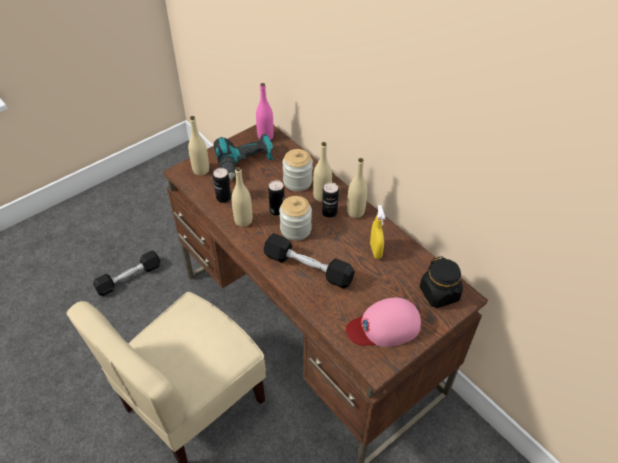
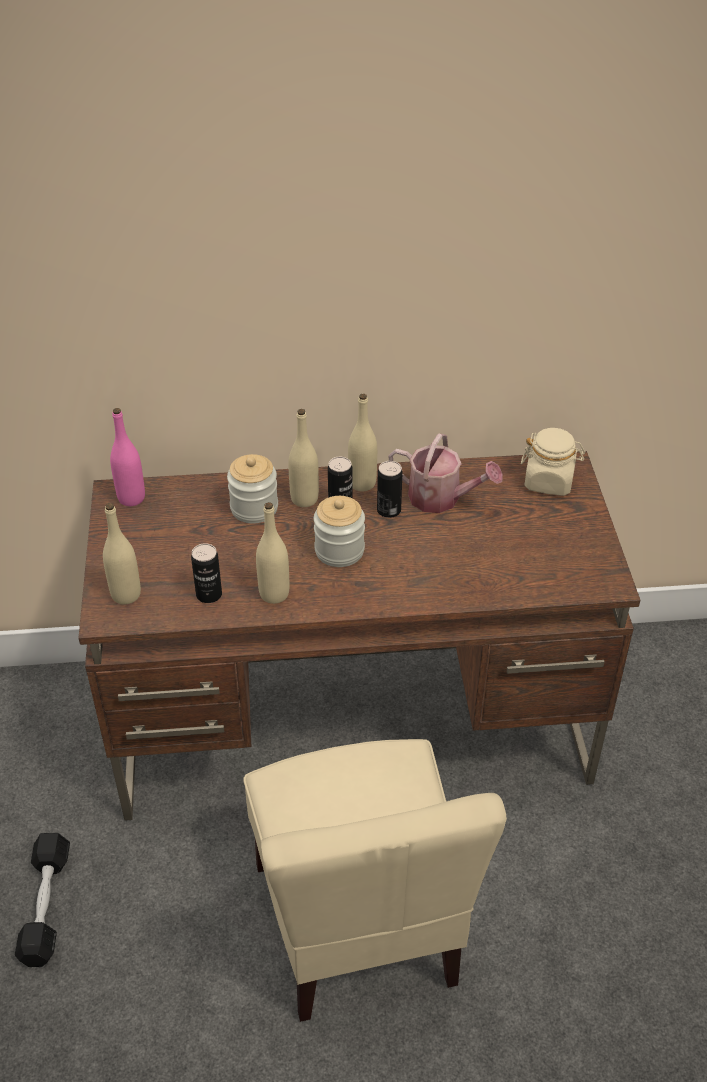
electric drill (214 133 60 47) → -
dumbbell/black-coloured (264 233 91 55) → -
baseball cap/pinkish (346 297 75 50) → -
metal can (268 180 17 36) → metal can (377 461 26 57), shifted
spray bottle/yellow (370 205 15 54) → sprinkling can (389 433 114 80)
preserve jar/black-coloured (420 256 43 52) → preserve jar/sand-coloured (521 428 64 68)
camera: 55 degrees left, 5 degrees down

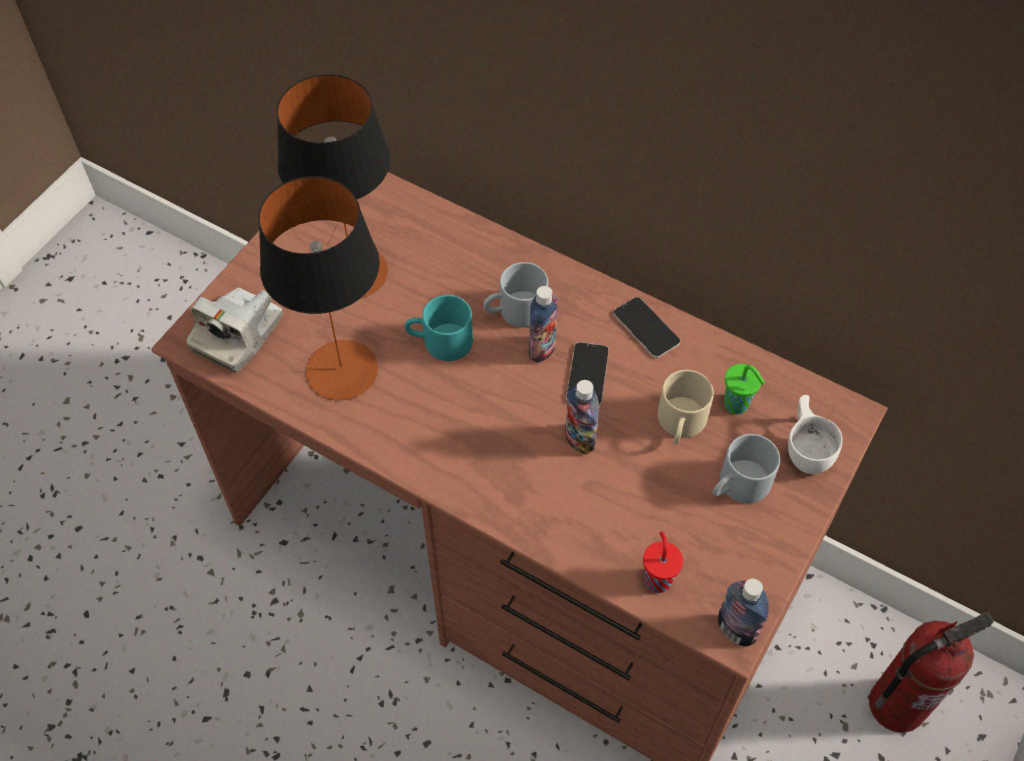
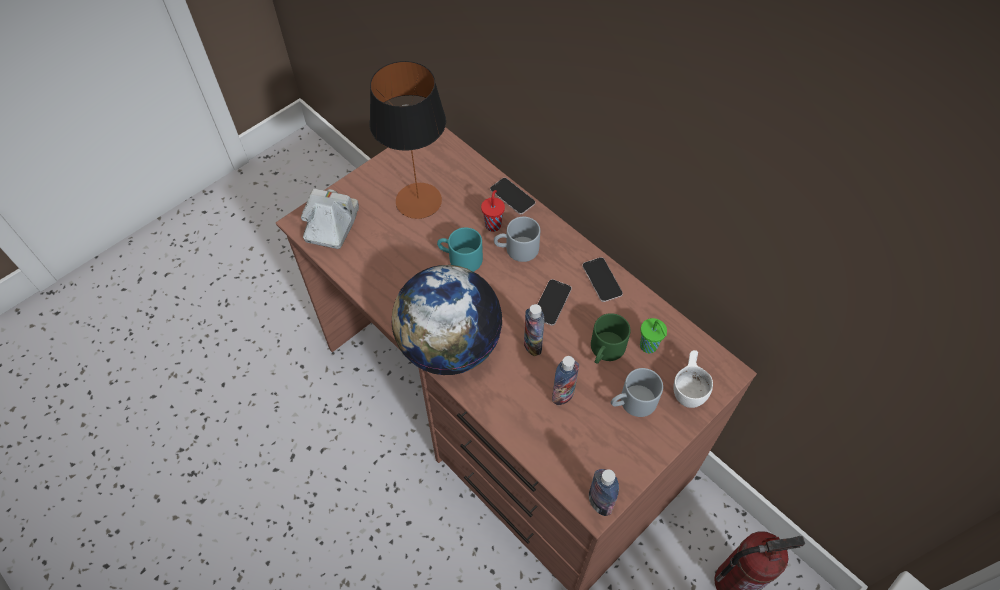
tabletop lamp (258 176 122 224) → -
- → desk globe (391 265 112 110)
- → handset (490 178 45 36)
bottle (529 286 29 77) → bottle (552 356 27 49), shifted
cup/red-coloured (643 531 40 62) → cup/red-coloured (481 190 24 42), shifted
coffee mug/sand-coloured (658 370 56 74) → coffee mug/green (591 313 39 51)
still camera (186 288 97 85) → still camera (301 189 58 60), 150 degrees clockwise
camera: 15 degrees right, 0 degrees up

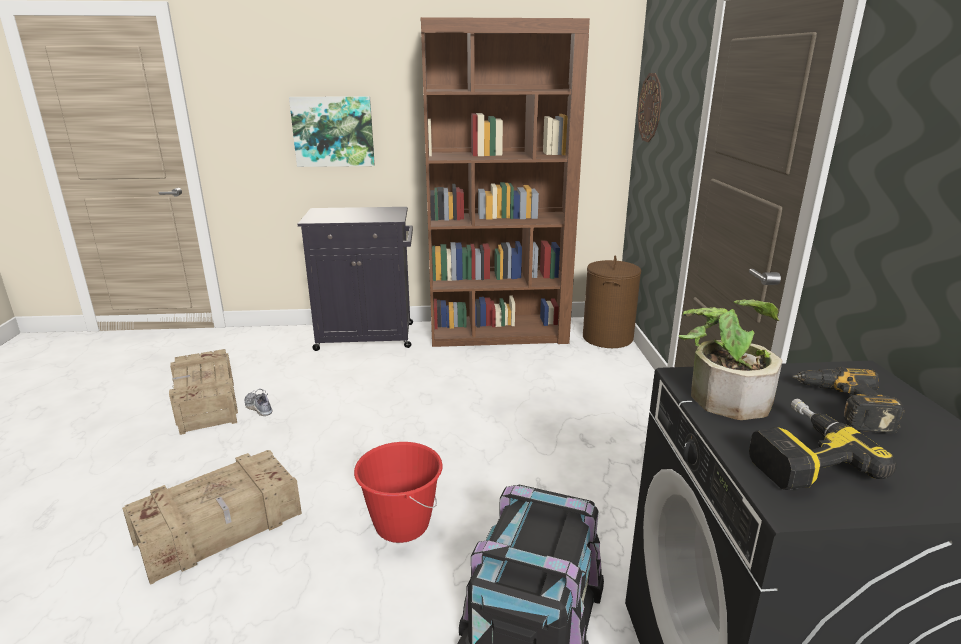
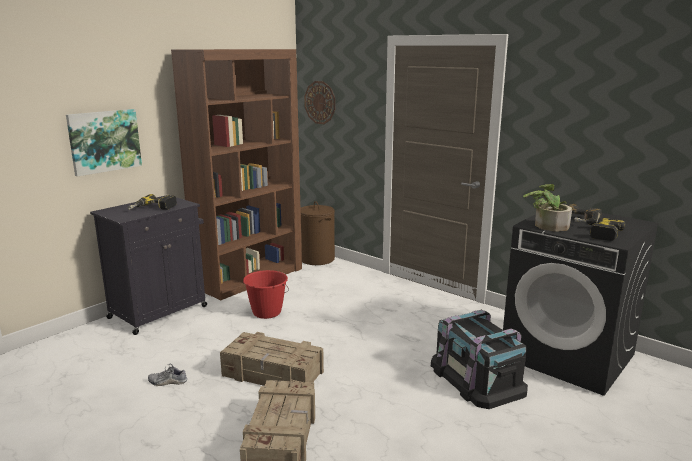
- → electric drill (128 194 49 16)
crate (169 349 69 86) → crate (220 332 104 54), shifted
pail/red-coloured (354 442 89 101) → pail/red-coloured (243 270 46 49), shifted
camera: 45 degrees left, 5 degrees down

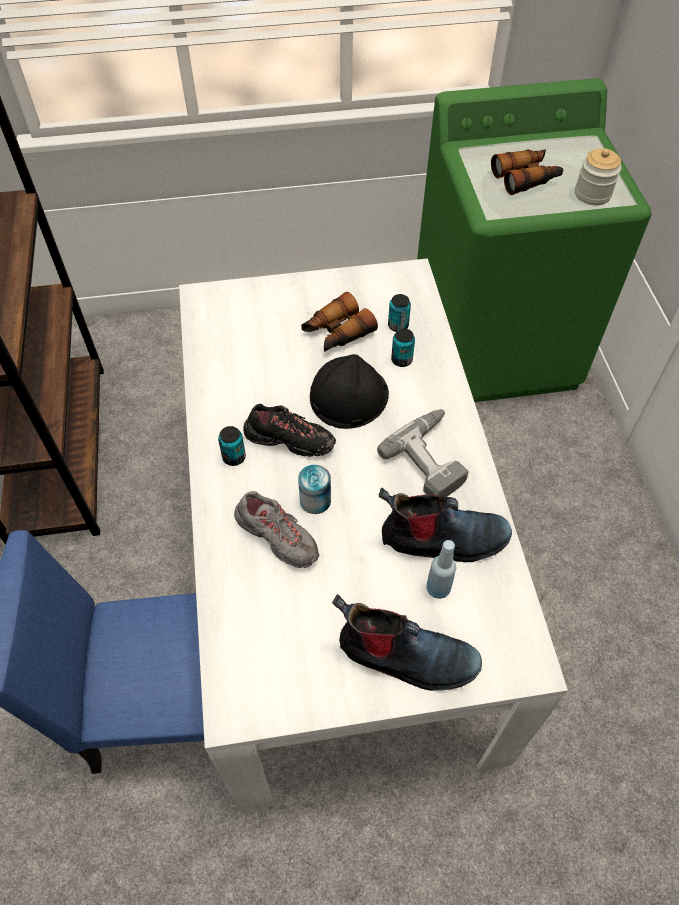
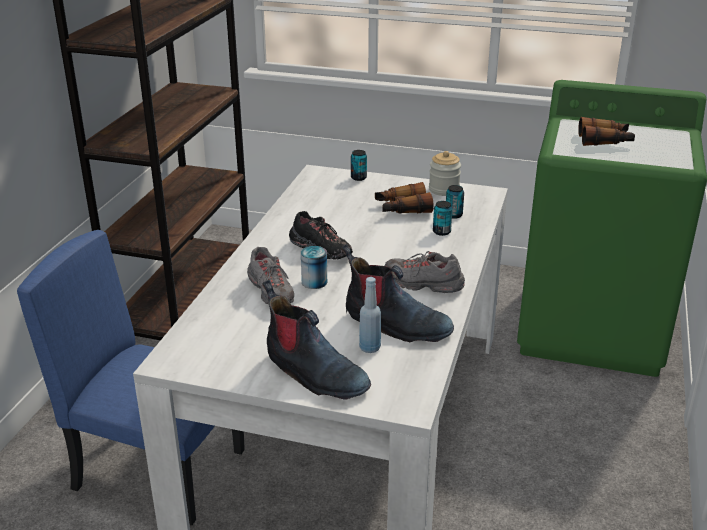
work helmet/black-coloured (310 354 79 75) → -
metal can (218 426 28 40) → metal can (351 150 16 31), shifted
preserve jar (575 148 46 57) → preserve jar (429 151 32 45), shifted
electric drill (377 409 92 88) → low shoe/grey (385 251 80 42)
camera: 25 degrees right, 25 degrees down

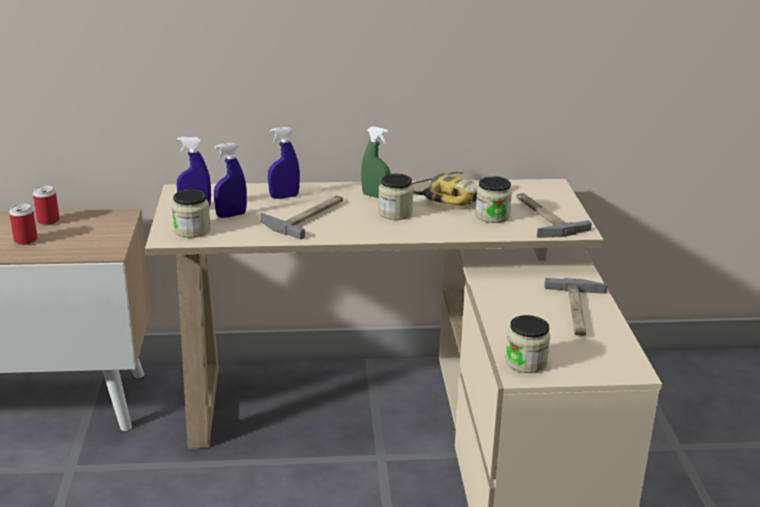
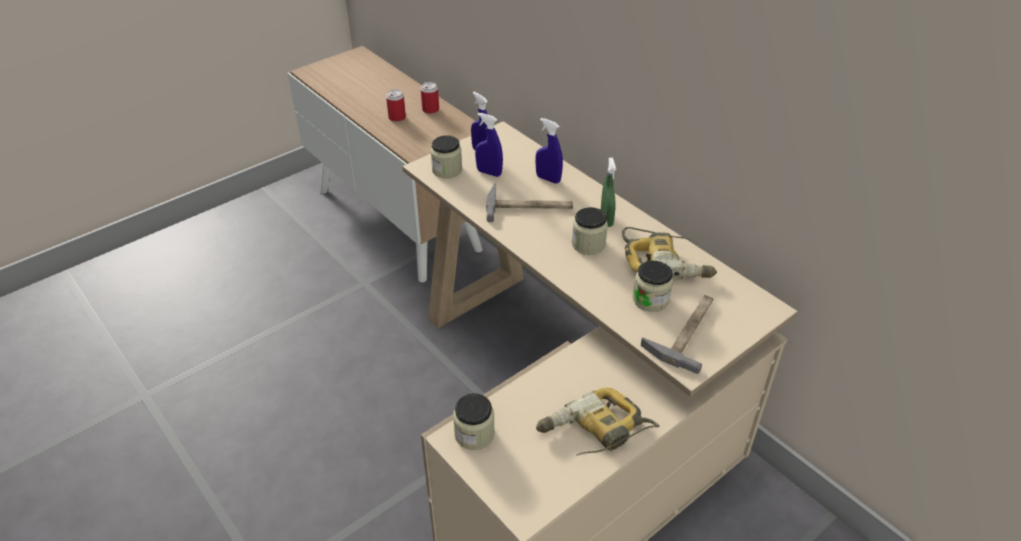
hammer (544 278 63 58) → electric drill (536 388 123 68)
camera: 55 degrees right, 15 degrees up

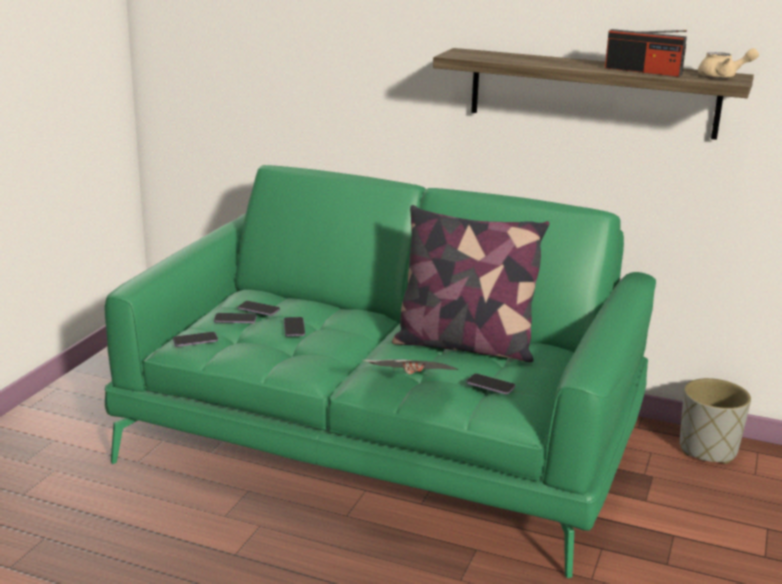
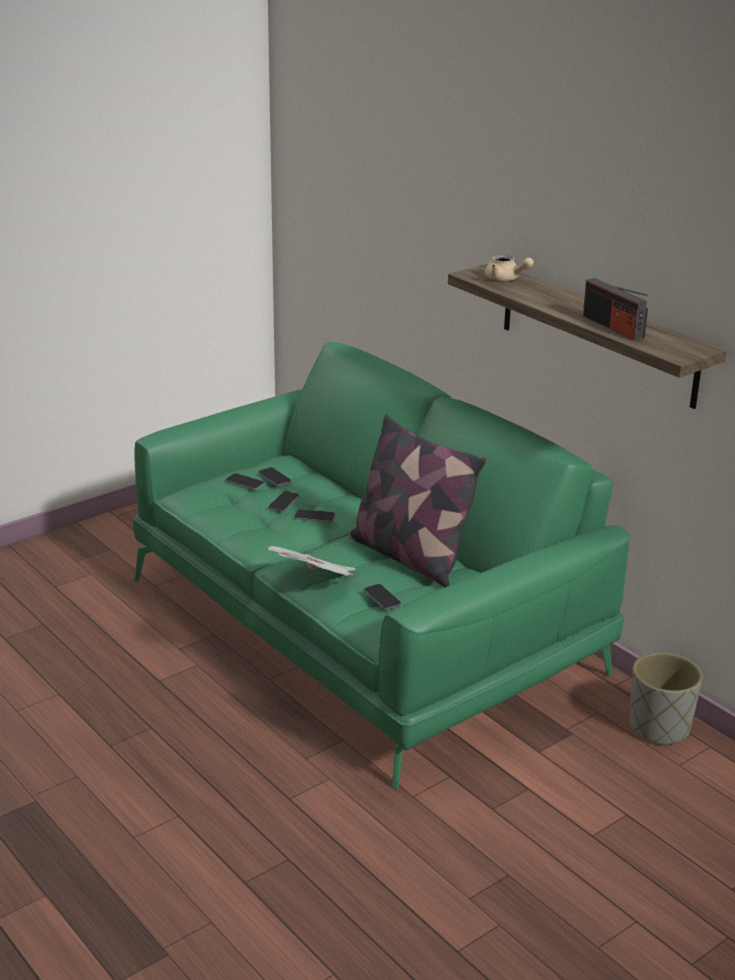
handset (173 332 45 15) → handset (294 509 41 13), shifted
tea pot/sand-coloured (698 48 61 31) → tea pot/sand-coloured (485 255 49 26), shifted
camera: 30 degrees right, 5 degrees up

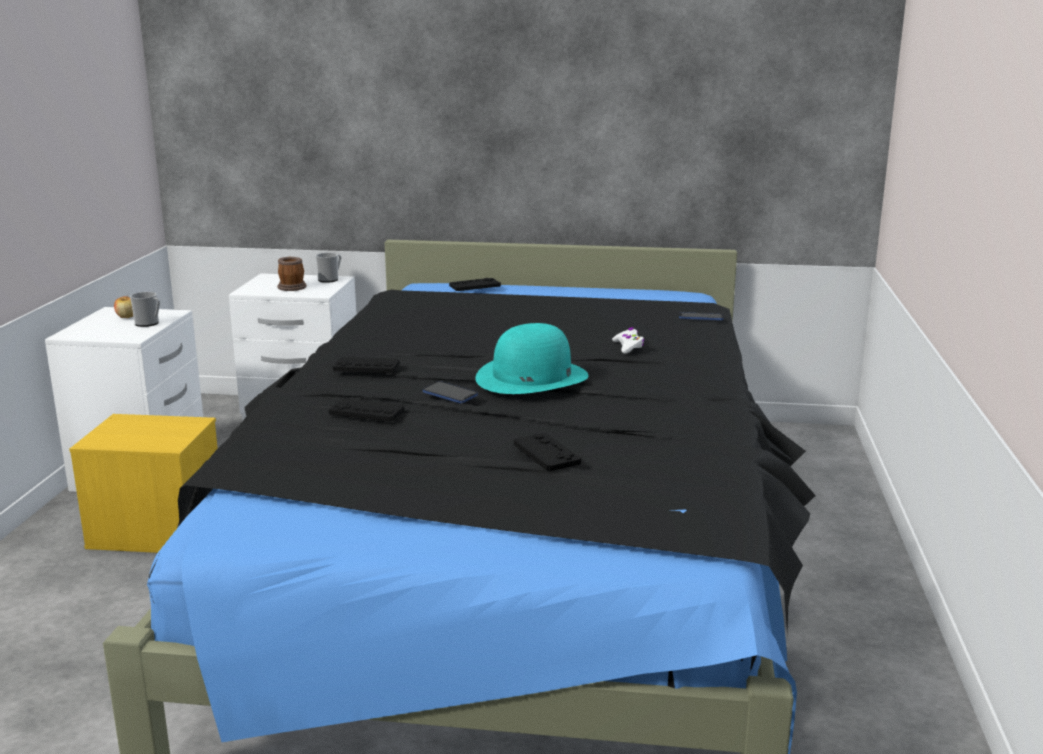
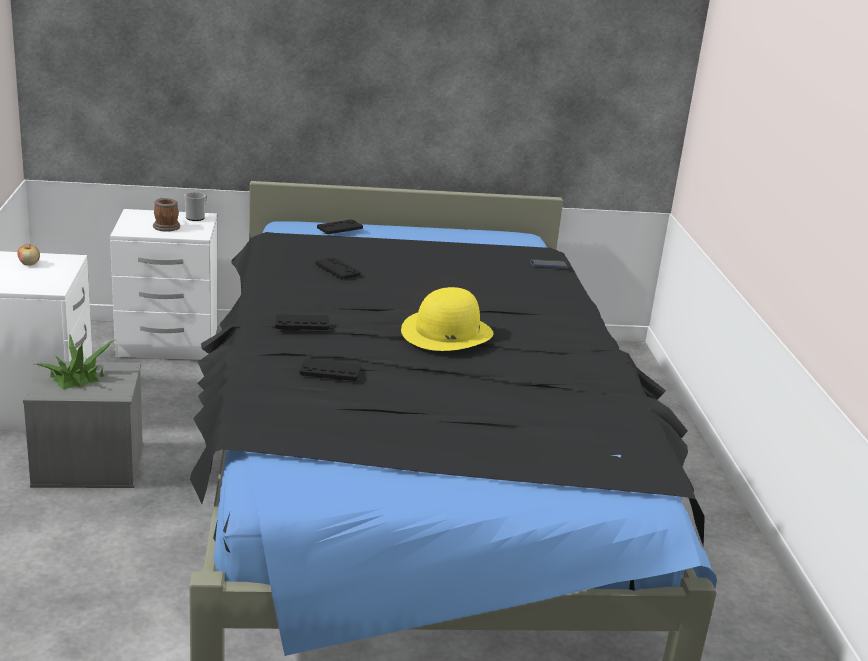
coffee mug (130 292 30 35) → -
handset (423 381 55 22) → -
gamepad/whitish (612 328 32 26) → -
- → potted plant (33 335 82 55)
gamepad/black-coloured (514 433 67 38) → gamepad/black-coloured (315 257 45 22), shifted
storage box/yellow (69 414 149 139) → storage box/grey (23 361 121 127)
clothing hat/turquoise-coloured (475 323 114 71) → clothing hat/yellow (401 287 92 64)
camera: 15 degrees left, 5 degrees up

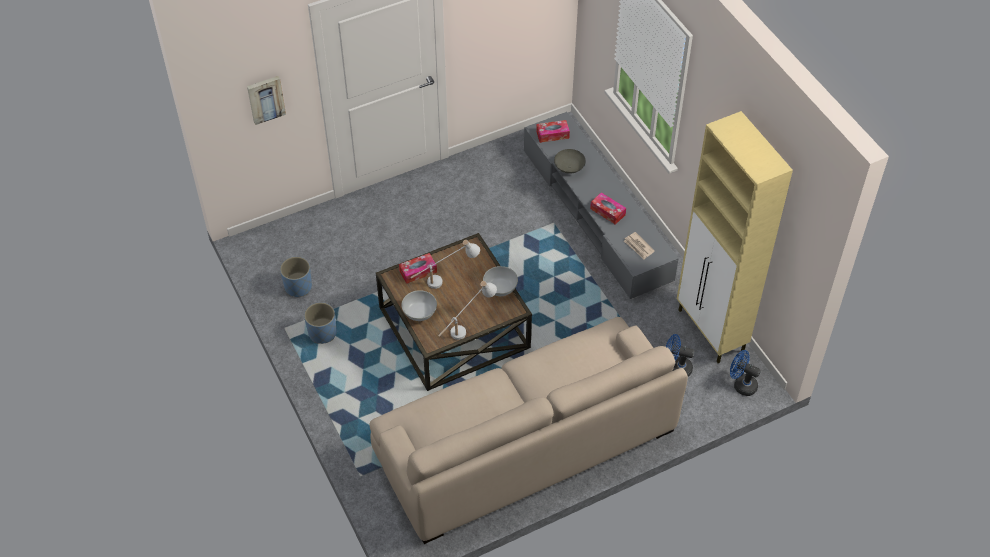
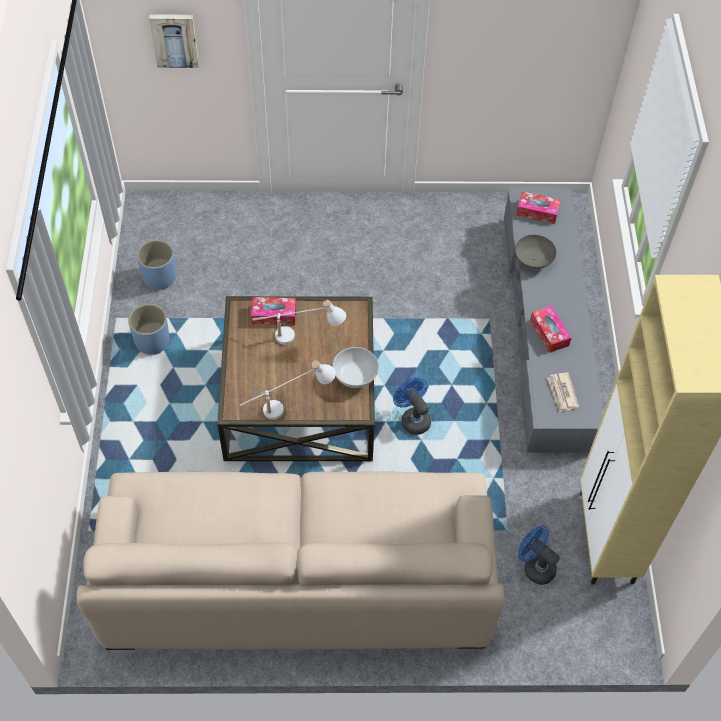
serving bowl/whitish (401 290 36 31) → -
electric fan/blue-coloured (730 350 31 46) → electric fan/blue-coloured (393 377 38 58), shifted
camera: 25 degrees right, 5 degrees up

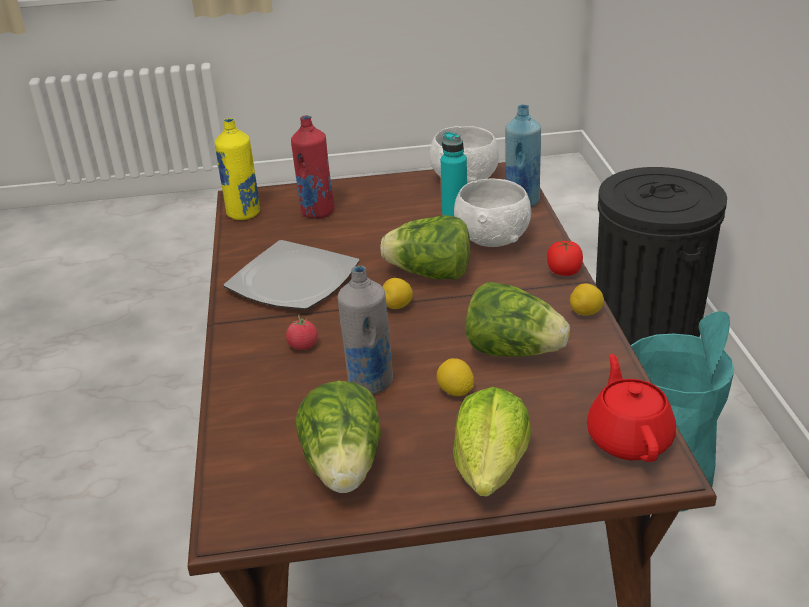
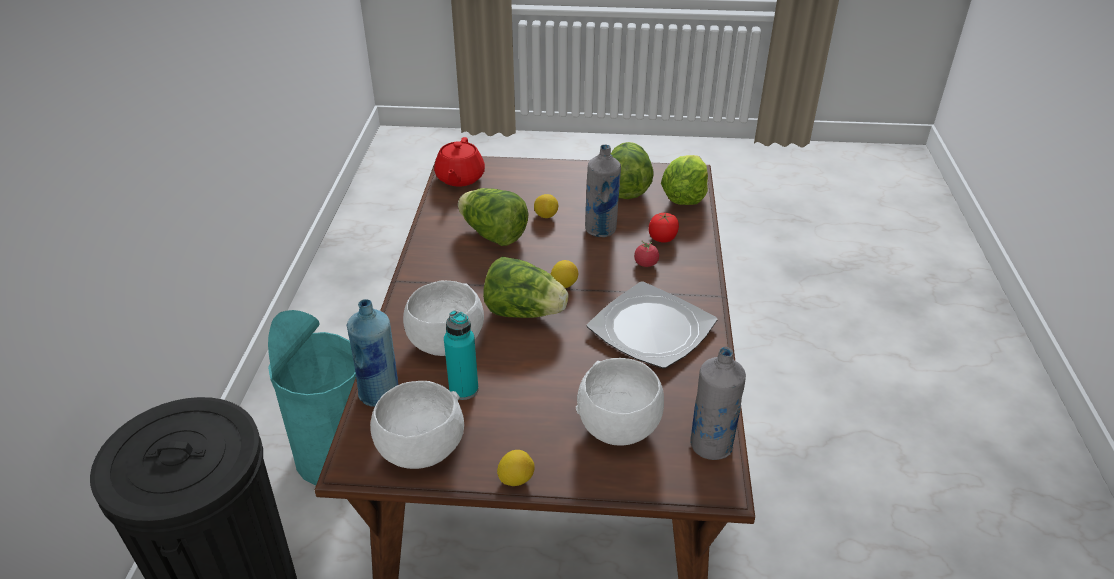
head of lettuce (453 387 78 110) → head of lettuce (661 155 47 50), shifted
fresh tomato (547 240 36 36) → fresh tomato (649 213 30 30), shifted
citrus fruit (570 283 34 33) → citrus fruit (497 450 38 36), shifted
bottle/red-coloured (291 115 44 104) → serving bowl/whitish (576 358 88 88)
bottle/yellow (215 118 45 102) → bottle/grey (690 347 56 113)
camera: 170 degrees left, 5 degrees up

